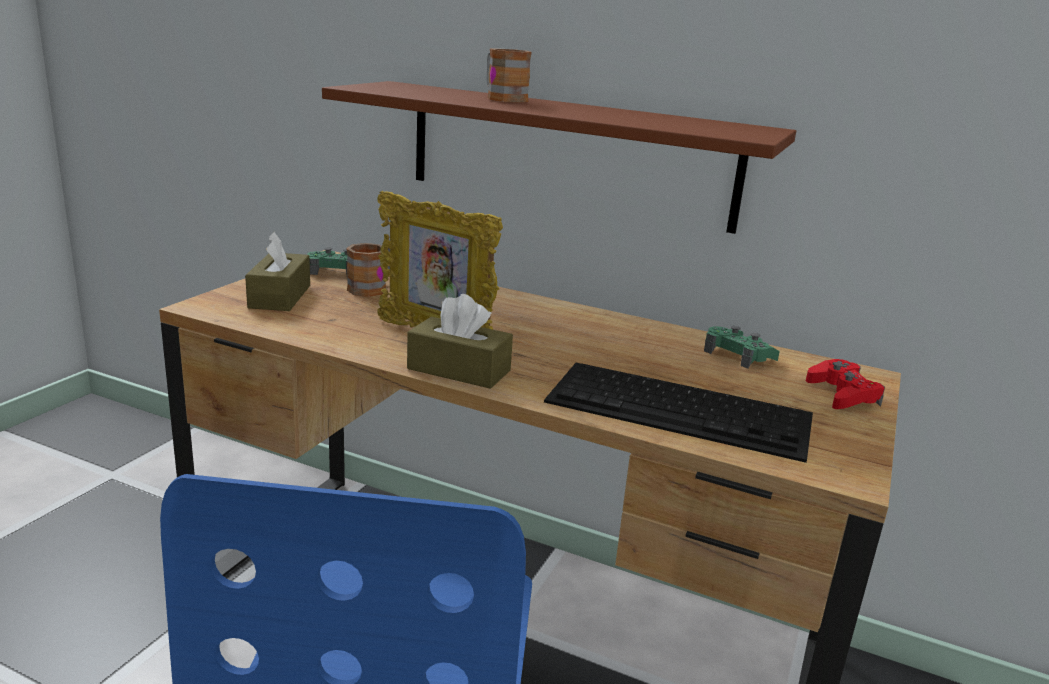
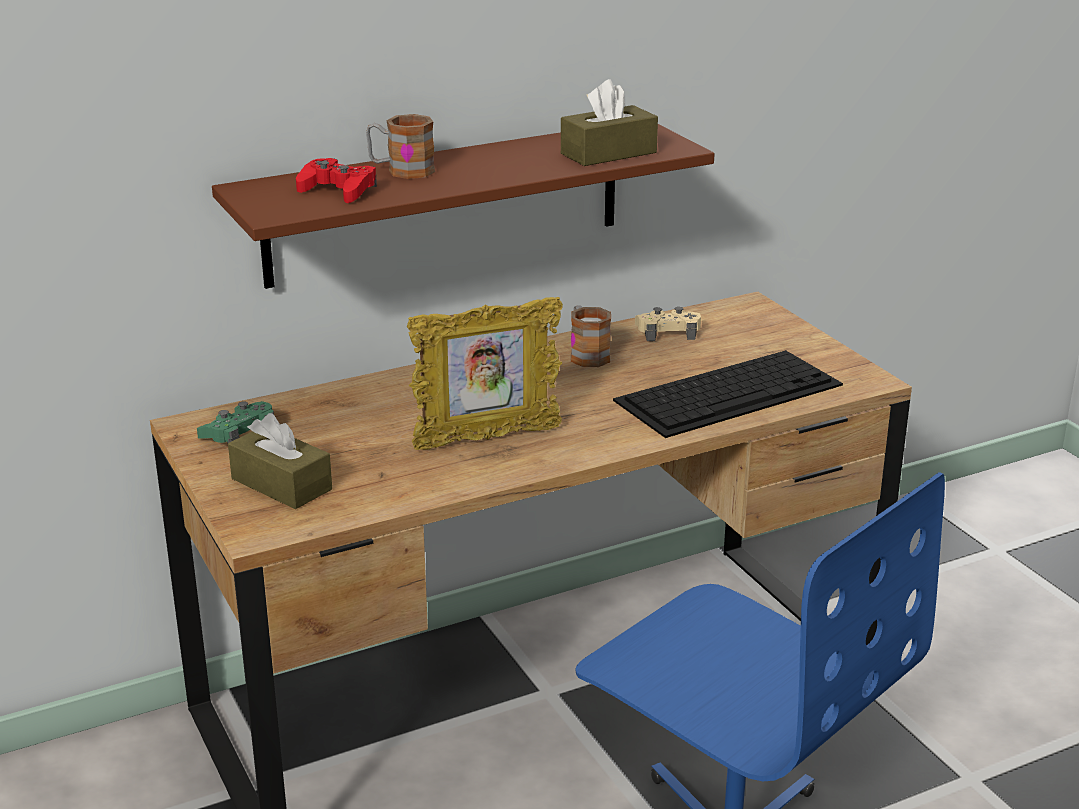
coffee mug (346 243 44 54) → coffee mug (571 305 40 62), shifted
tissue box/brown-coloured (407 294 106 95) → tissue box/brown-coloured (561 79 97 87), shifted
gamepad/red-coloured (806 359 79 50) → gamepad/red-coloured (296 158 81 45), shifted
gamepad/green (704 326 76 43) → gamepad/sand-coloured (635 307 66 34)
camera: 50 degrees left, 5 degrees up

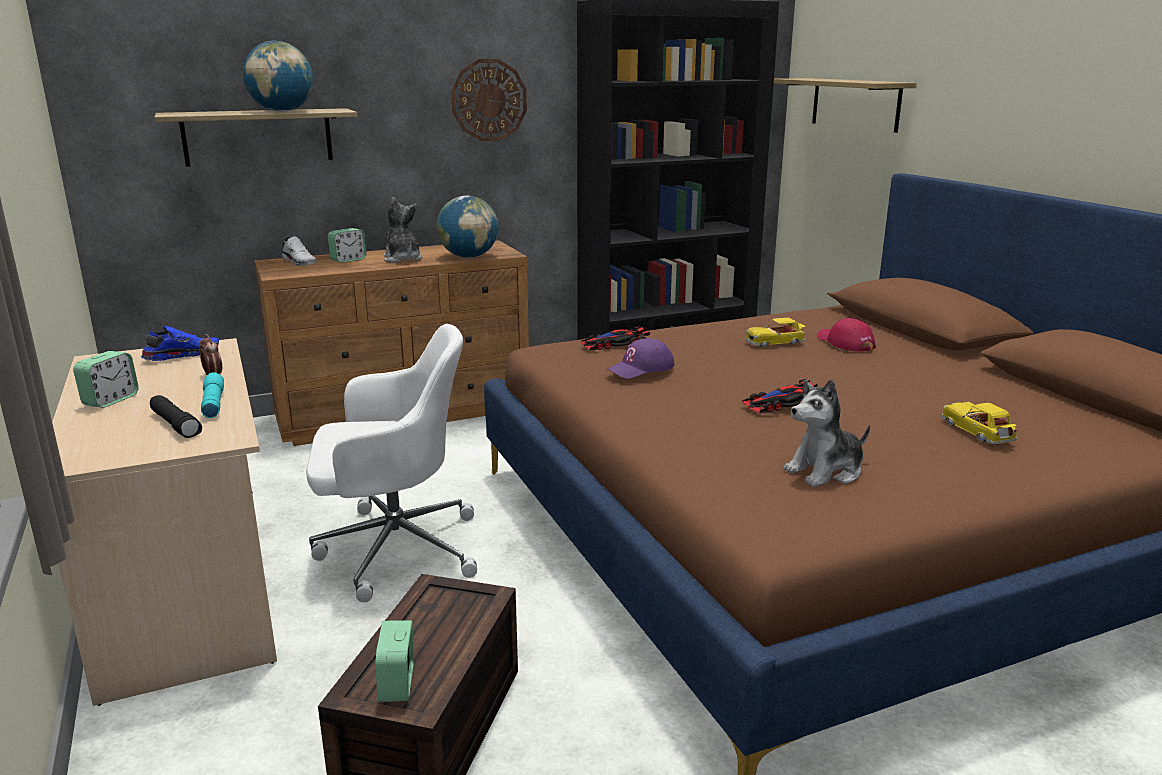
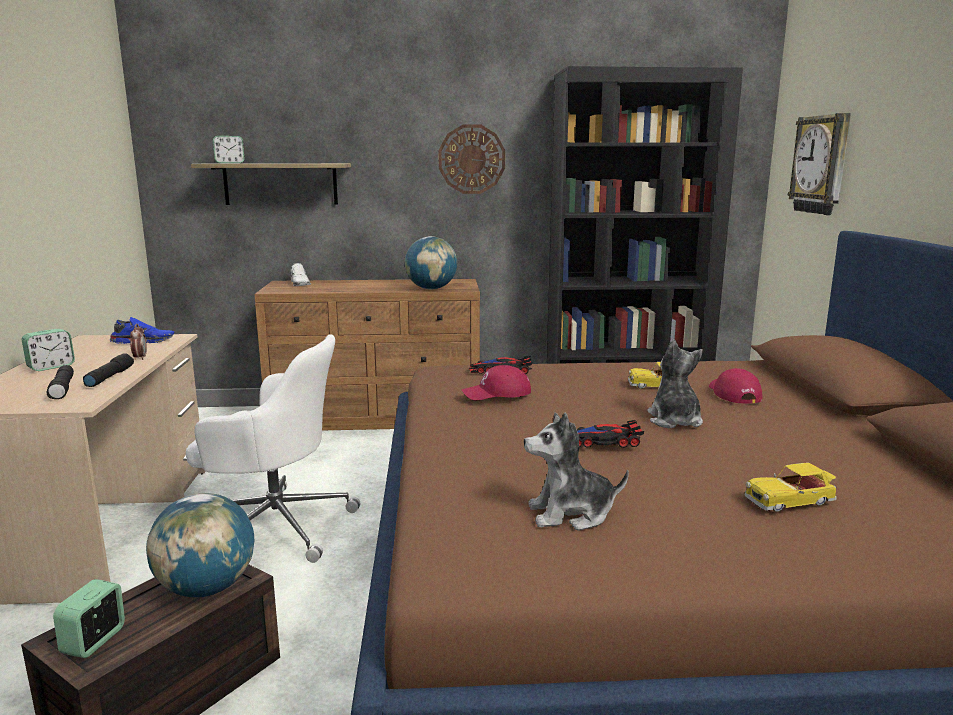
desk globe (243 41 70 71) → desk globe (146 493 108 104), shifted
table clock (328 228 38 35) → table clock (213 136 31 27), shifted
plush toy (384 197 38 66) → plush toy (648 339 55 90), shifted
bracket shelf (774 78 143 55) → hanging clock (788 113 63 102)
hand torch/turquoise-coloured (201 372 23 46) → hand torch/black-coloured (83 353 51 34)
baseball cap/purplish (606 338 69 41) → baseball cap/red-coloured (462 365 69 35)
model car (941 402 76 42) → model car (745 462 92 50), 105 degrees counterclockwise
camera: 20 degrees right, 5 degrees down

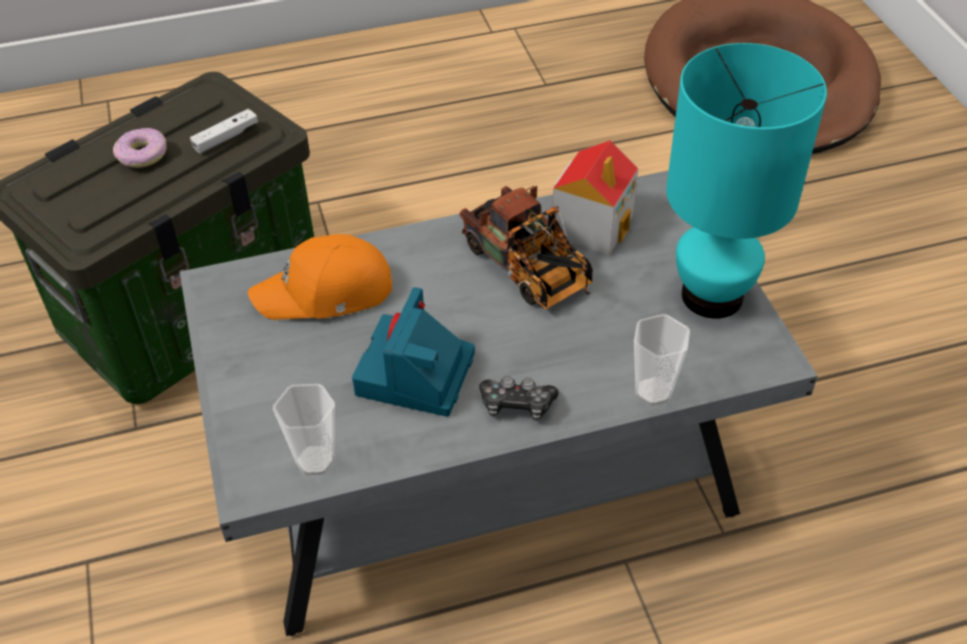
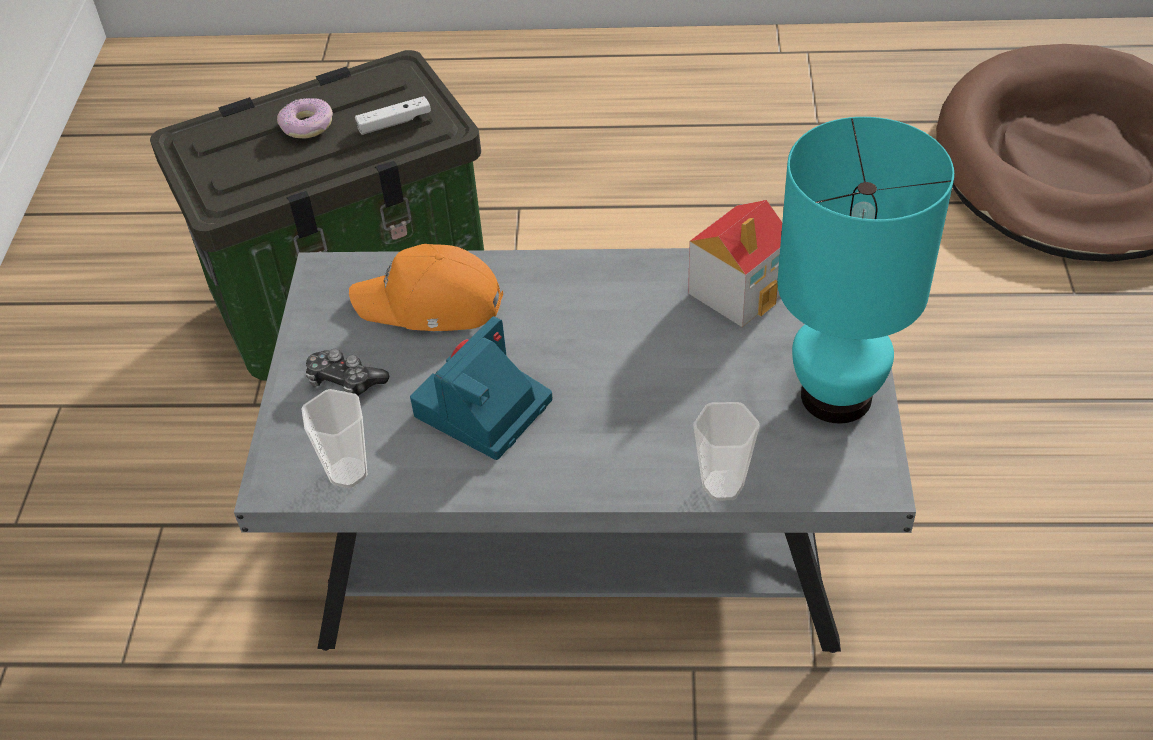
model truck (460 186 133 123) → -
gamepad (479 376 80 45) → gamepad (306 349 83 47), shifted
camera: 20 degrees right, 0 degrees up

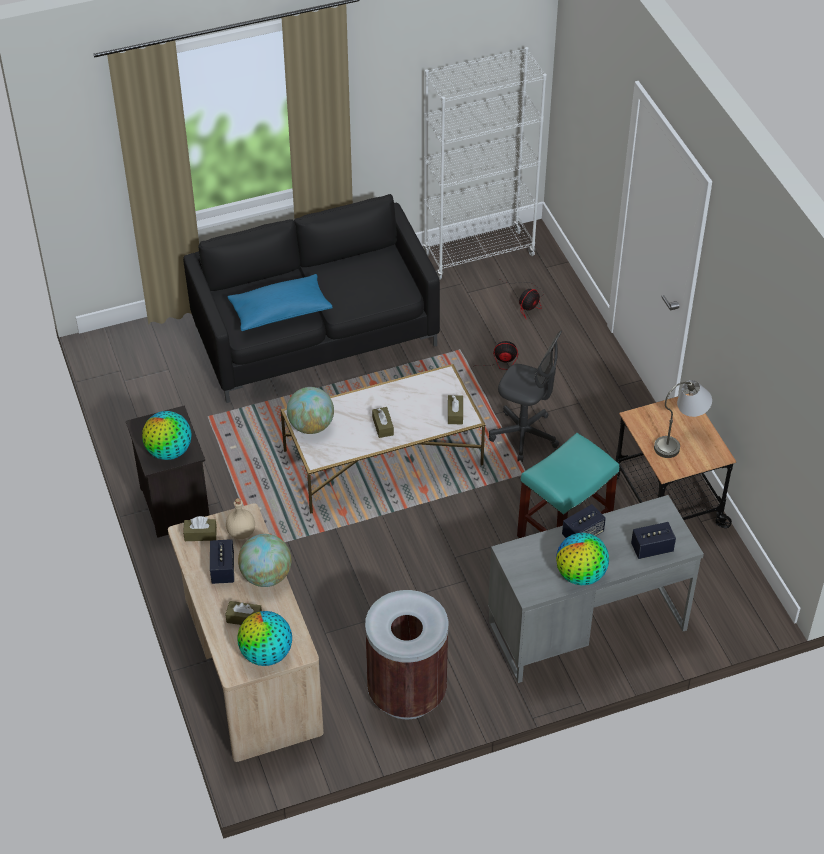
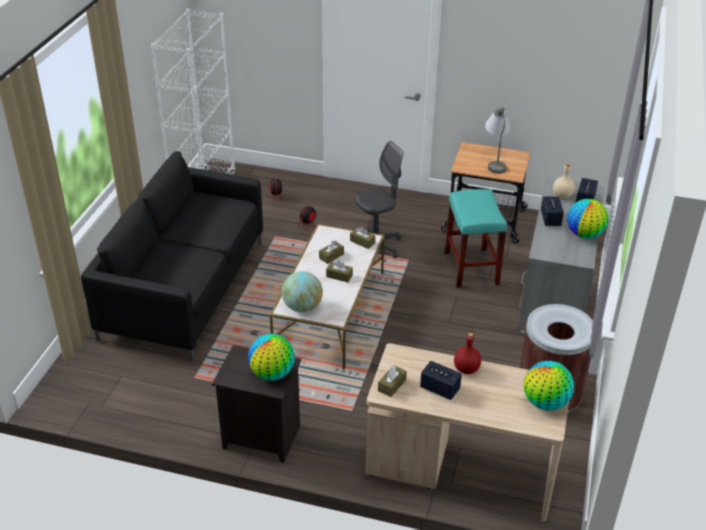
cushion/blue-coloured (228 274 105 57) → -
tissue box/brown-coloured (225 601 37 24) → tissue box/brown-coloured (319 240 25 24), shifted
bottle/sand-coloured (226 498 29 41) → bottle/sand-coloured (553 163 22 36), shifted
desk globe (238 534 53 53) → bottle/red-coloured (454 333 27 41)
camera: 55 degrees left, 10 degrees down

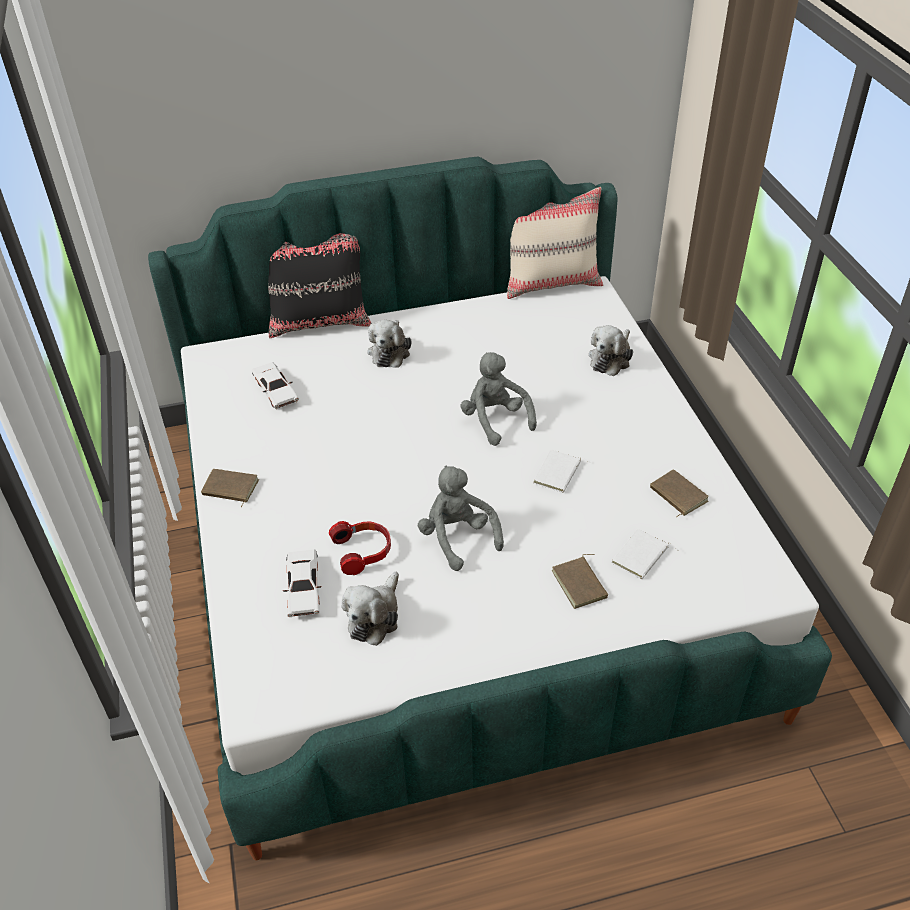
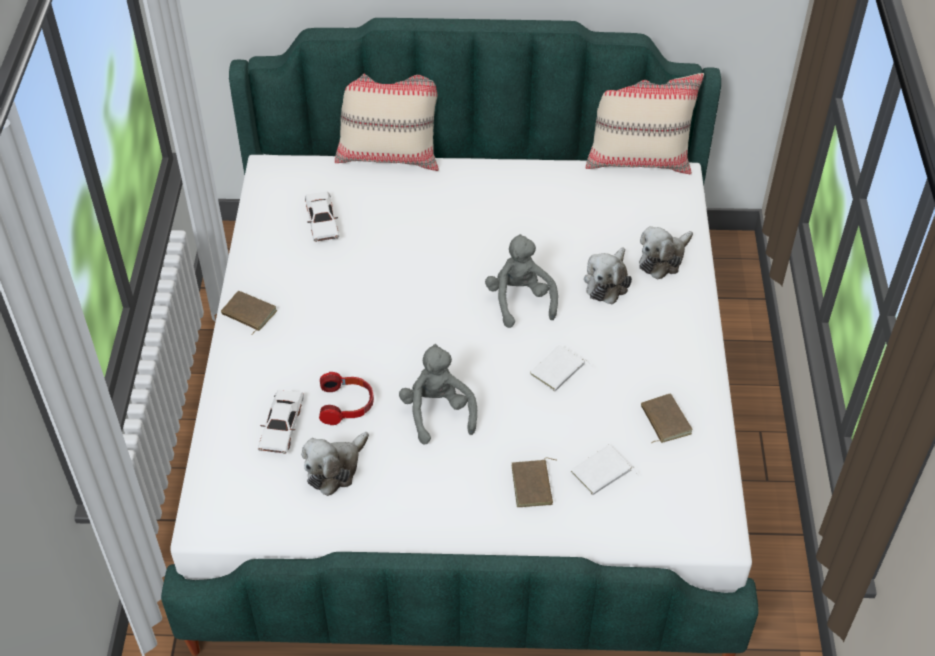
plush toy (367 320 44 48) → plush toy (584 247 48 57), shifted
cushion/black-coloured (268 233 104 105) → cushion/sand-coloured (335 74 104 97)
camera: 15 degrees right, 5 degrees up

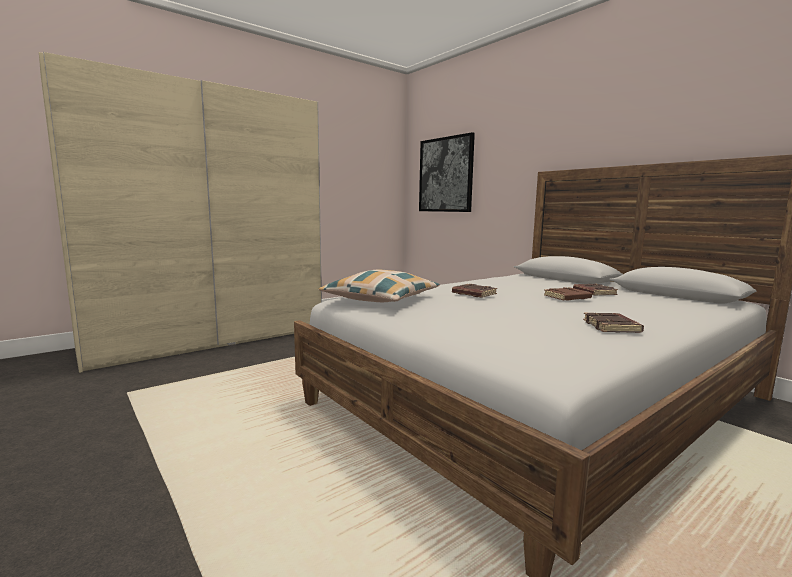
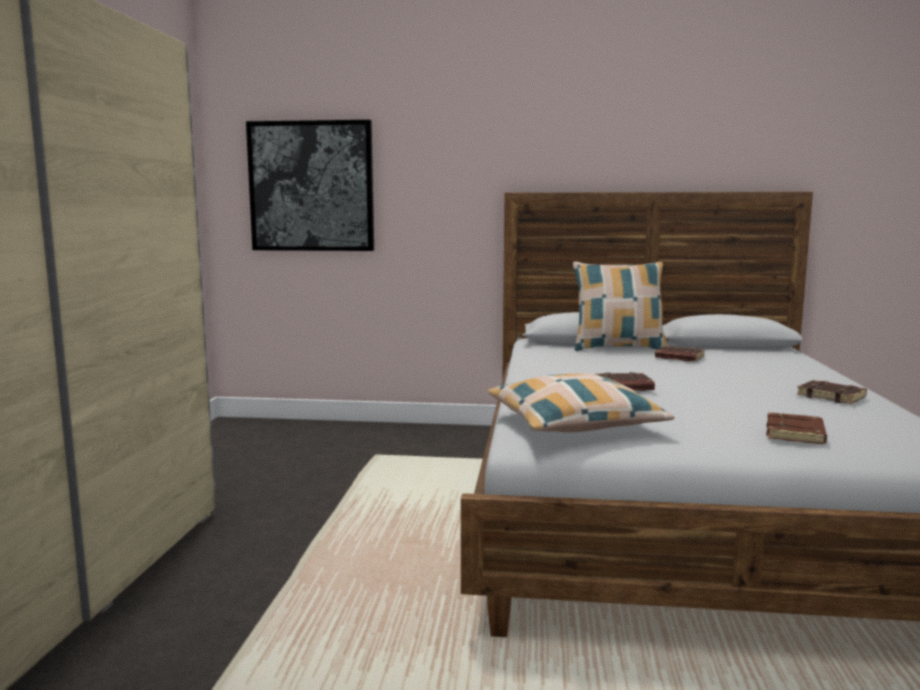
- → cushion (573 262 94 89)
book/brown-coloured (544 287 48 13) → book/brown-coloured (766 412 61 32), shifted
camera: 45 degrees left, 0 degrees up

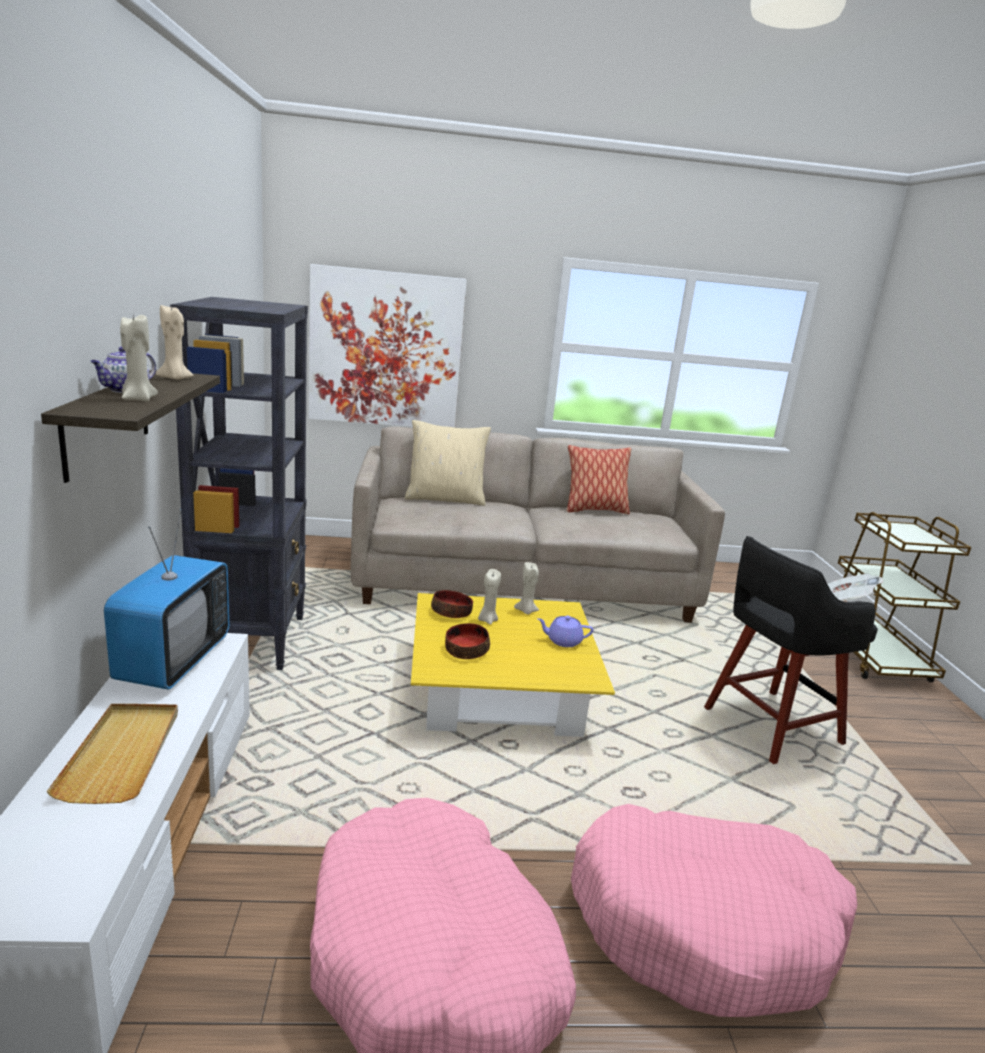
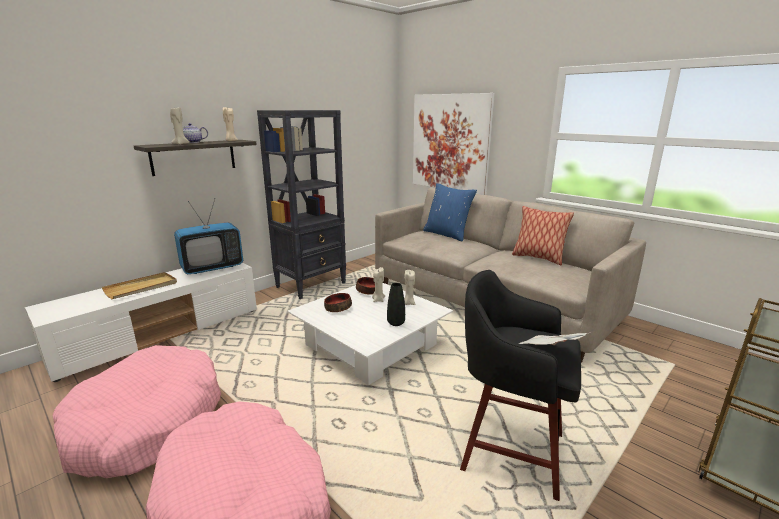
tea pot/purplish (537 616 56 31) → decorative vase/black-coloured (387 283 18 43)
cushion/sand-coloured (405 420 86 86) → cushion/blue-coloured (423 183 54 59)
lounge table/yellow (411 593 204 144) → lounge table/whitish (287 283 166 102)
camera: 50 degrees right, 0 degrees up

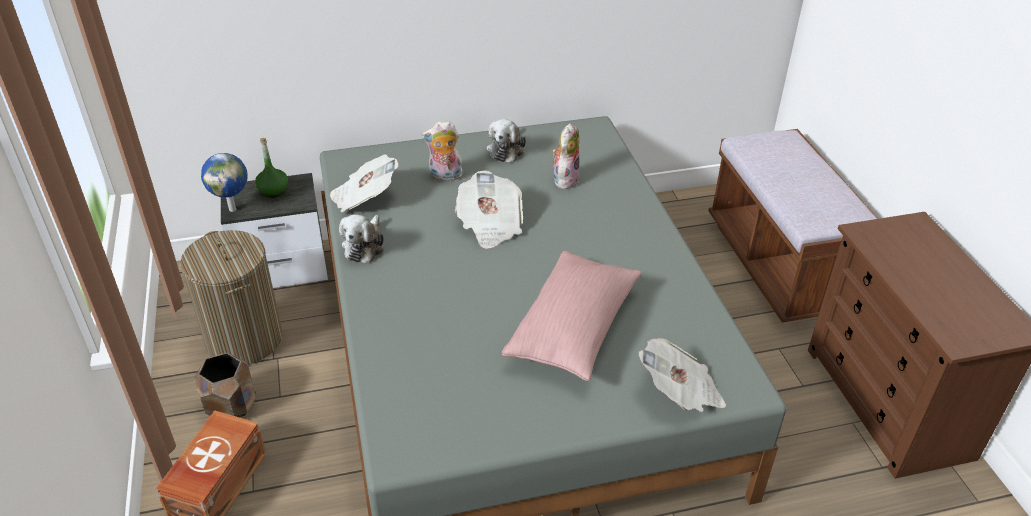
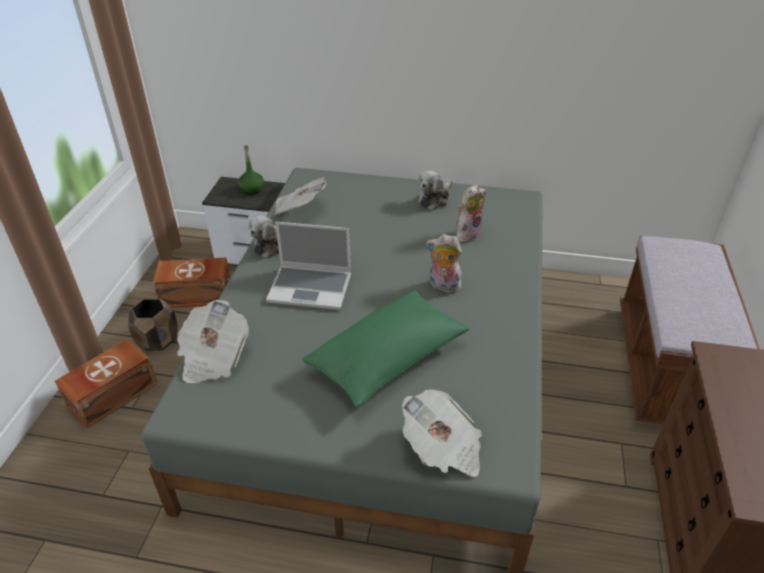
desk globe (201 153 46 59) → -
- → laptop (266 222 85 88)
plush toy (422 121 41 60) → plush toy (426 234 37 59), shifted
newspaper (455 171 68 78) → newspaper (177 300 72 83), shifted
laundry basket (180 230 103 134) → storage box/brown-coloured (153 258 77 50)
cushion/pinkish (502 251 140 130) → cushion/green (303 290 167 118)
camera: 25 degrees right, 0 degrees up

